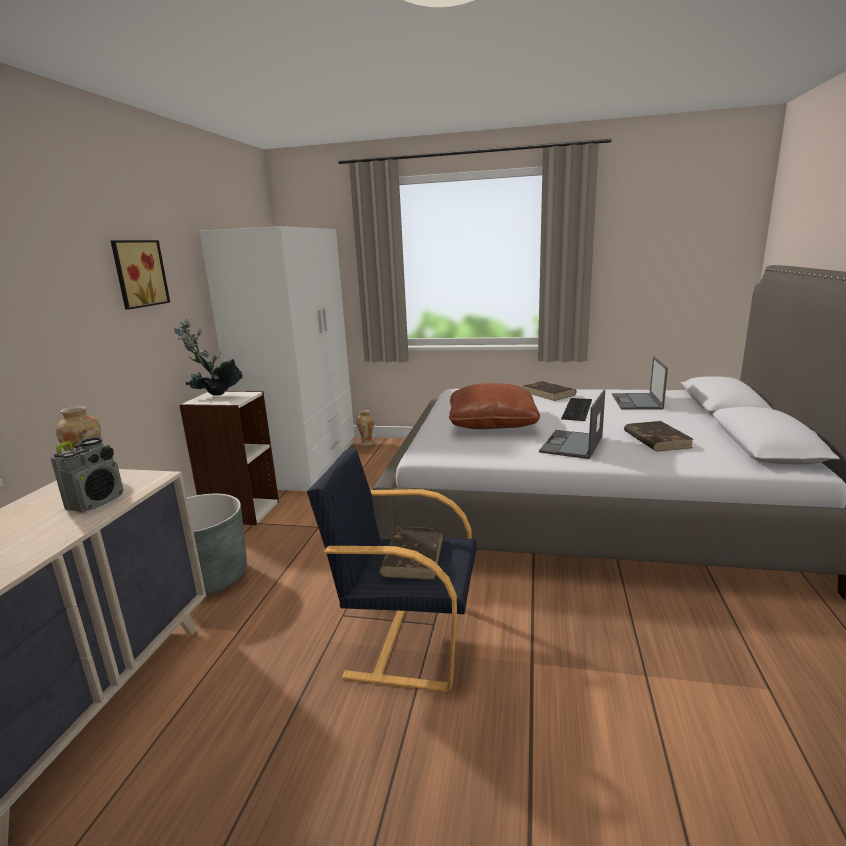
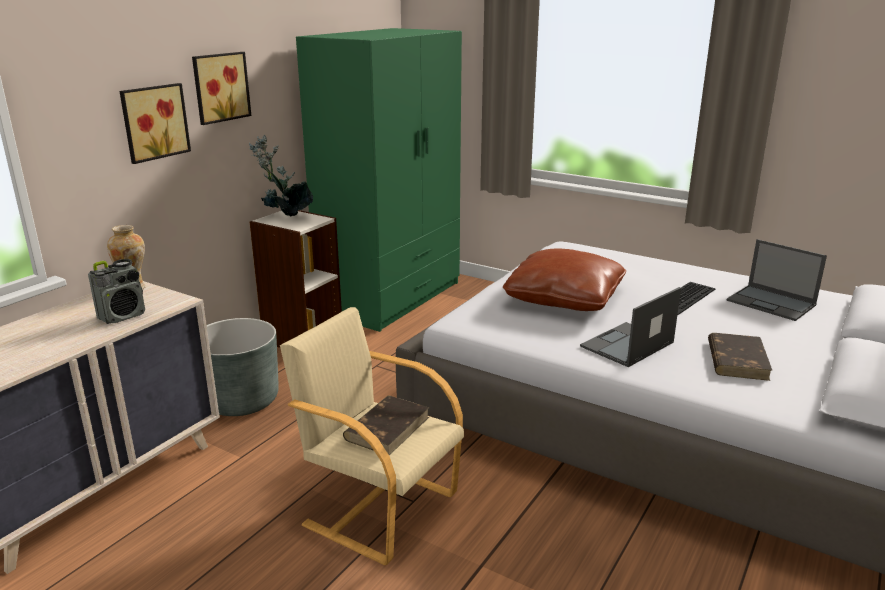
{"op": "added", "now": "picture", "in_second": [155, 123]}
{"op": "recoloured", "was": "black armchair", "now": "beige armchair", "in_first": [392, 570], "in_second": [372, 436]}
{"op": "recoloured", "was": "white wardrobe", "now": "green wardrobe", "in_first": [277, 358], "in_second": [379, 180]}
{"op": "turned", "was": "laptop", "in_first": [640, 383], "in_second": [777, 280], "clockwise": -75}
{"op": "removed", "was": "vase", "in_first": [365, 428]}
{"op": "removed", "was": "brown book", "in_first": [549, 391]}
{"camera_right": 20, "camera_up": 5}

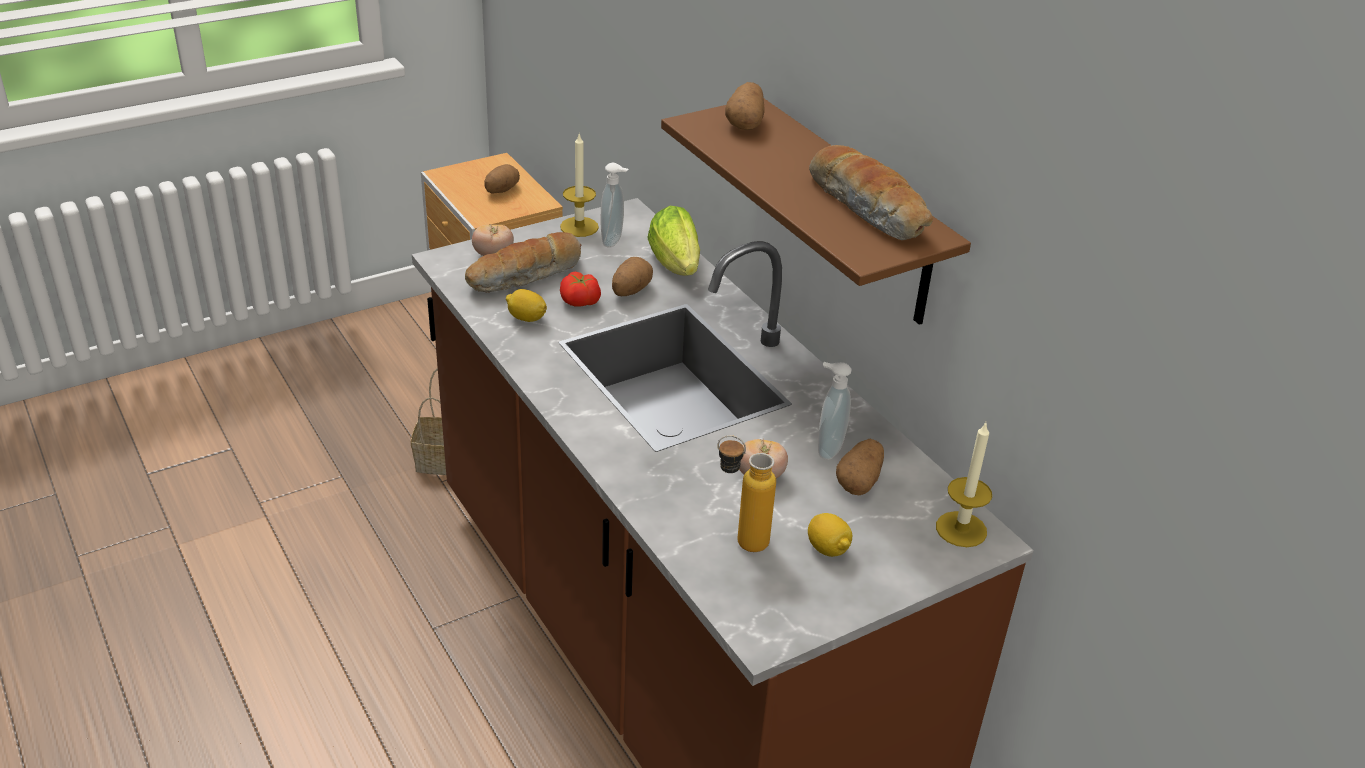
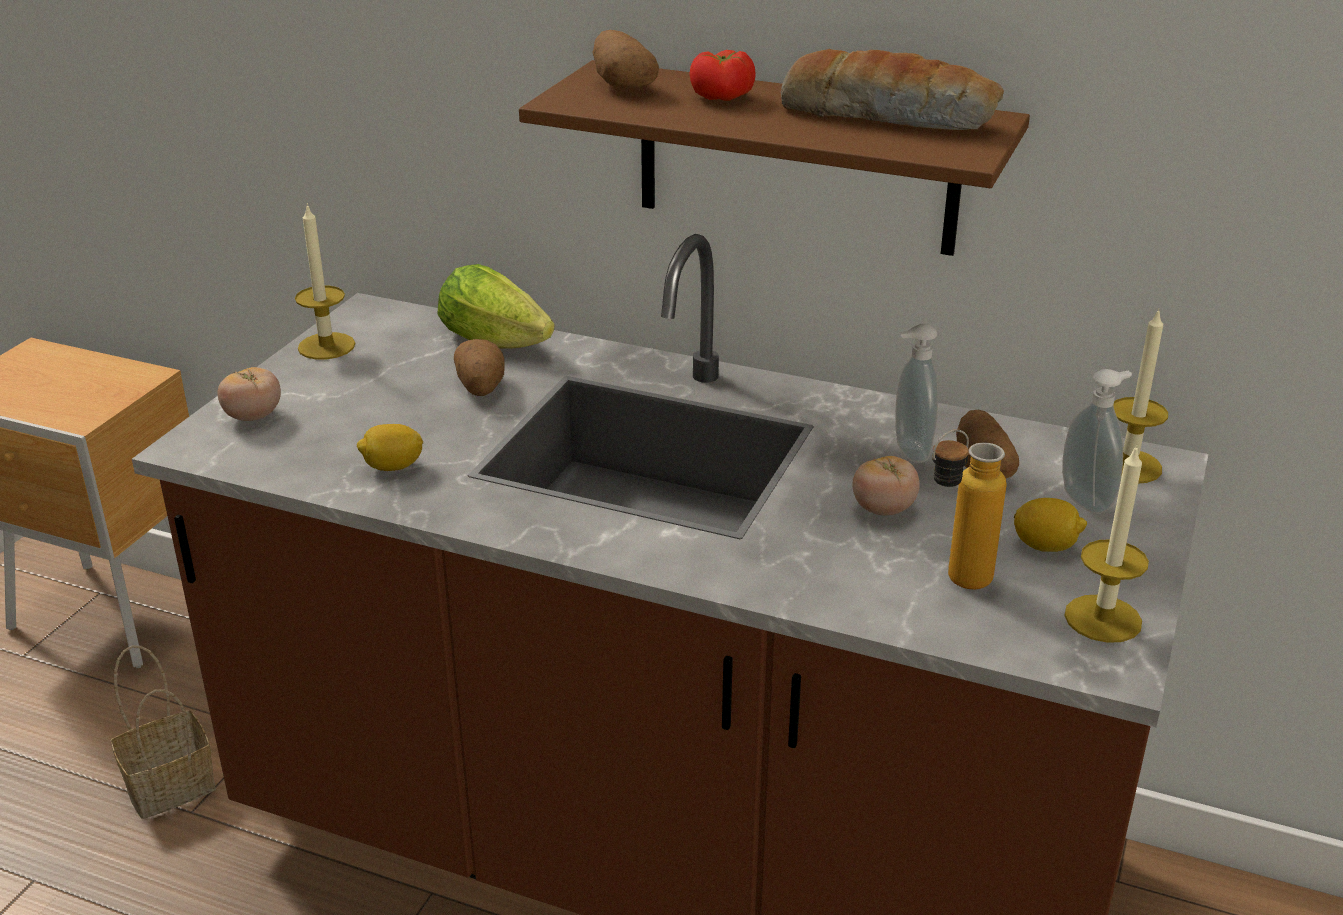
{"op": "moved", "was": "tomato", "in_first": [580, 289], "in_second": [722, 75]}
{"op": "moved", "was": "soap dispenser", "in_first": [614, 205], "in_second": [1097, 441]}
{"op": "added", "now": "candle", "in_second": [1106, 543]}
{"op": "removed", "was": "bread", "in_first": [523, 262]}
{"op": "removed", "was": "potato", "in_first": [502, 178]}
{"camera_right": -35, "camera_up": -5}

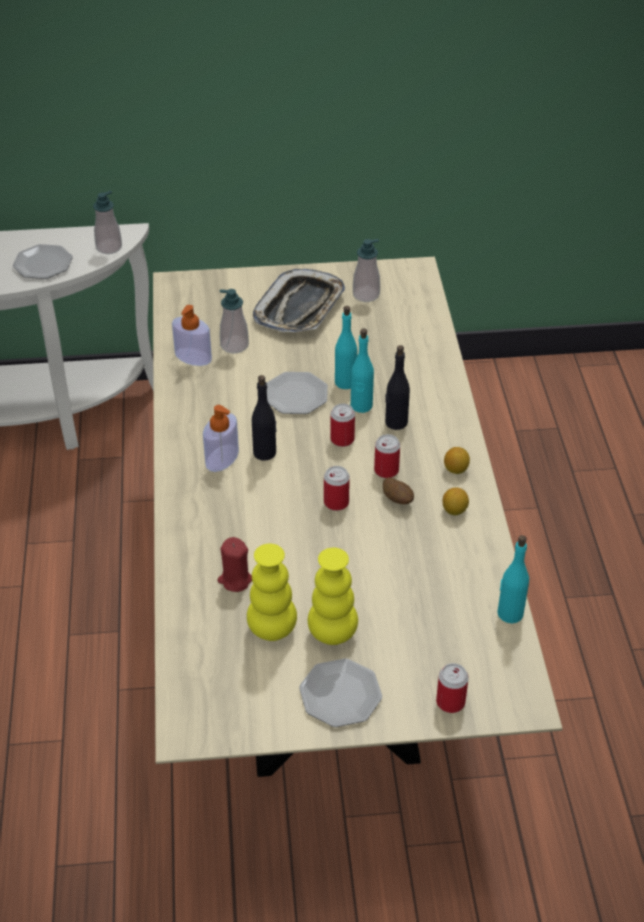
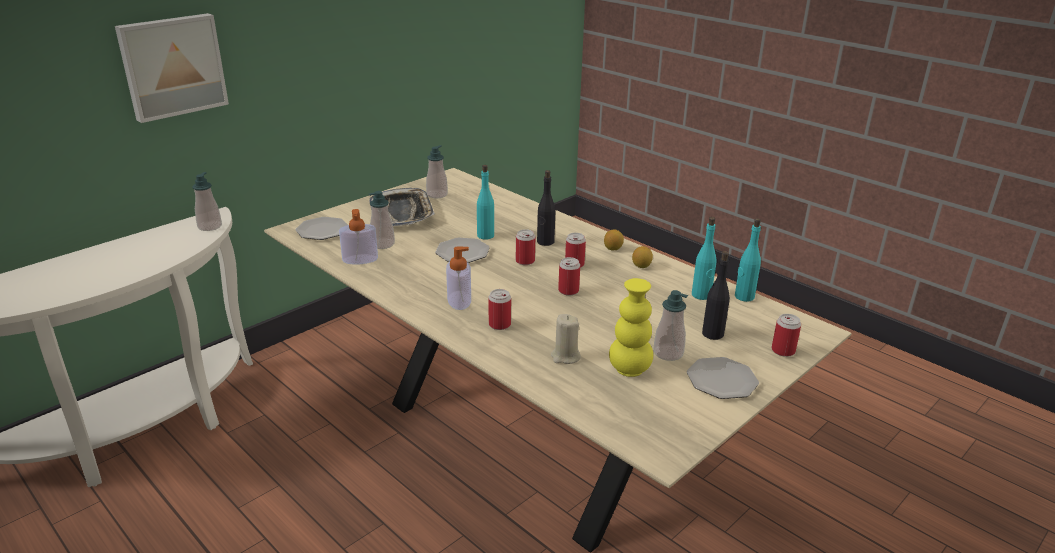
{"op": "added", "now": "picture", "in_second": [172, 68]}
{"op": "moved", "was": "plate", "in_first": [43, 261], "in_second": [321, 228]}
{"op": "added", "now": "can", "in_second": [499, 309]}
{"op": "recoloured", "was": "red candle", "now": "beige candle", "in_first": [235, 564], "in_second": [566, 339]}
{"op": "replaced", "was": "yellow vase", "now": "soap dispenser", "in_first": [333, 596], "in_second": [670, 325]}
{"op": "moved", "was": "turquoise bottle", "in_first": [362, 370], "in_second": [704, 258]}
{"op": "moved", "was": "black bottle", "in_first": [264, 418], "in_second": [716, 295]}
{"op": "removed", "was": "potato", "in_first": [398, 490]}
{"camera_right": -40, "camera_up": -15}

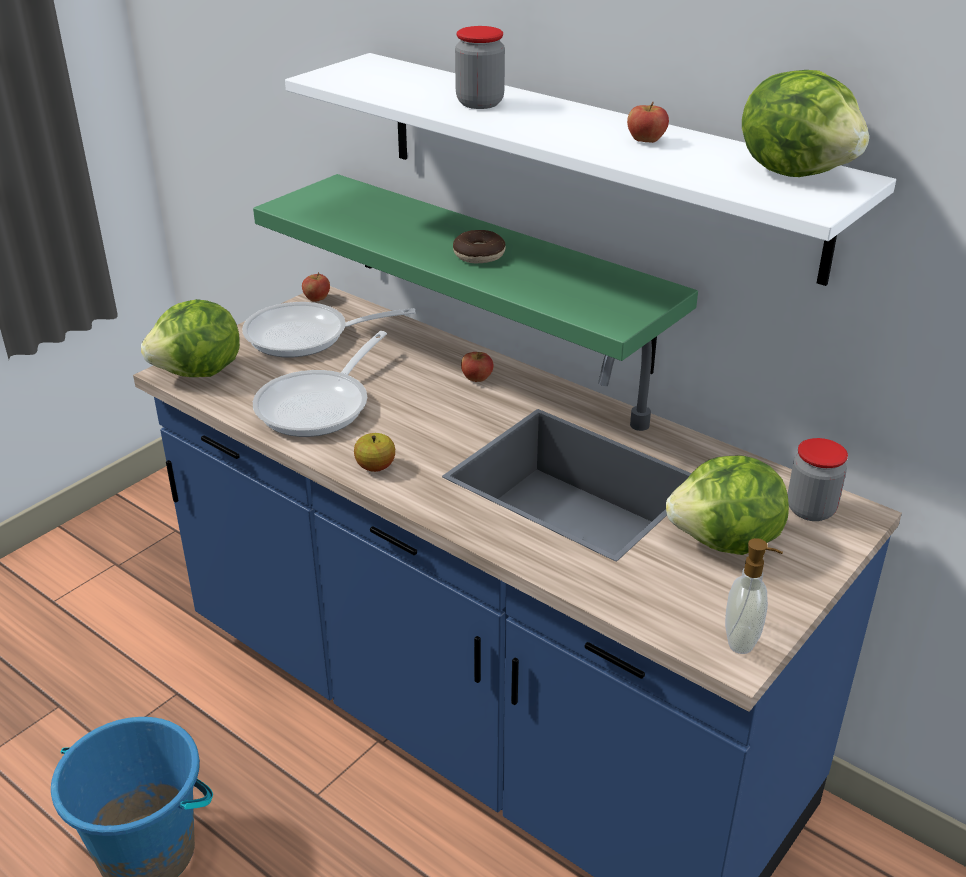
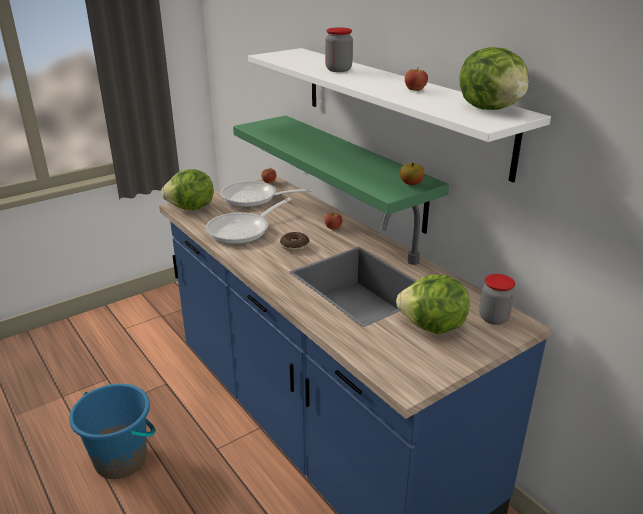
{"op": "moved", "was": "donut", "in_first": [479, 246], "in_second": [294, 241]}
{"op": "moved", "was": "apple", "in_first": [374, 452], "in_second": [412, 174]}
{"op": "removed", "was": "soap dispenser", "in_first": [754, 596]}
{"camera_right": 15, "camera_up": -5}

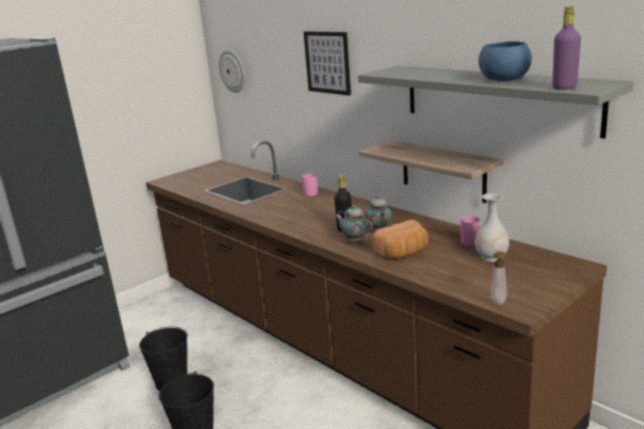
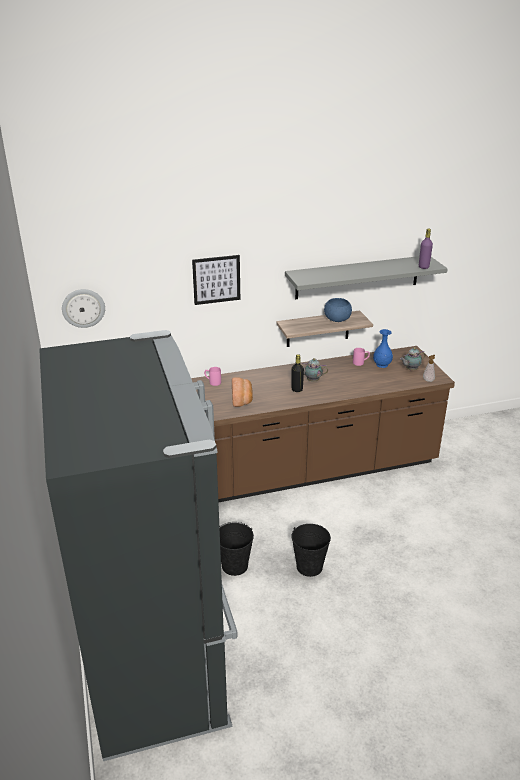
{"op": "moved", "was": "bread", "in_first": [400, 239], "in_second": [242, 392]}
{"op": "moved", "was": "blue bowl", "in_first": [505, 61], "in_second": [338, 310]}
{"op": "recoloured", "was": "white vase", "now": "blue vase", "in_first": [492, 227], "in_second": [383, 348]}
{"op": "moved", "was": "teapot", "in_first": [354, 224], "in_second": [413, 358]}
{"camera_right": -65, "camera_up": 10}

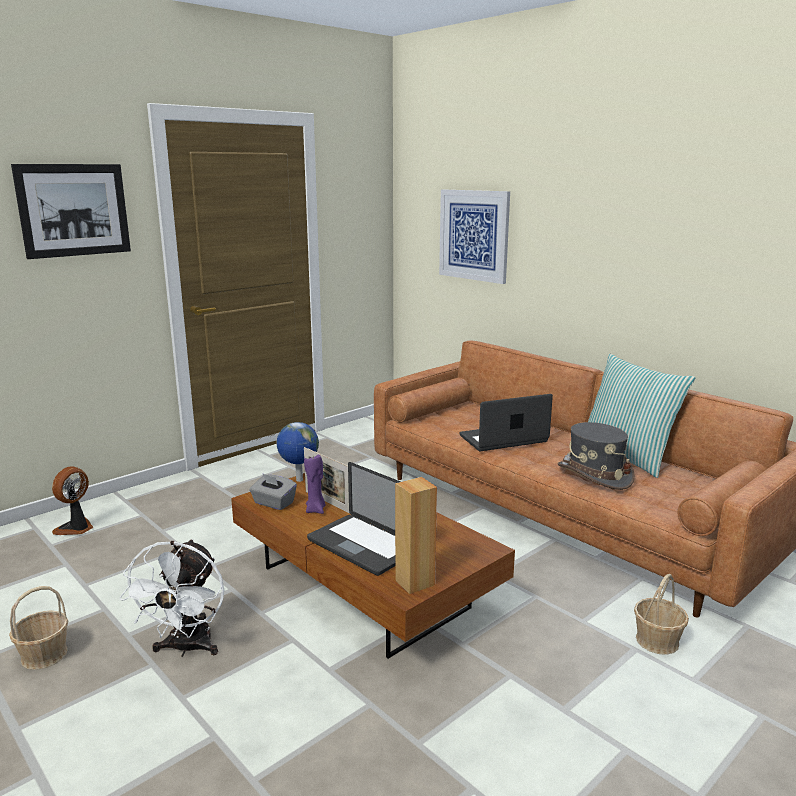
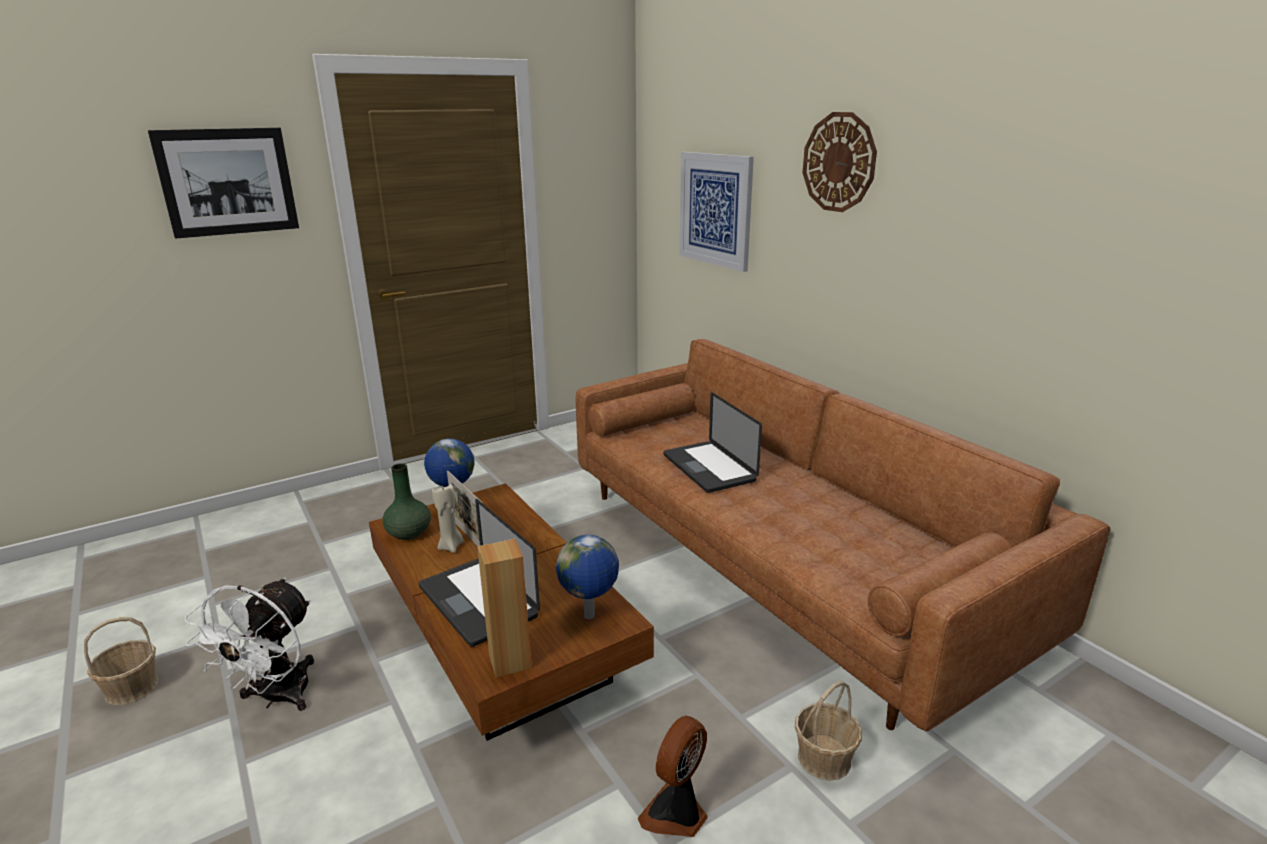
{"op": "replaced", "was": "grey tissue box", "now": "green vase", "in_first": [273, 491], "in_second": [406, 501]}
{"op": "recoloured", "was": "purple candle", "now": "beige candle", "in_first": [315, 484], "in_second": [447, 518]}
{"op": "added", "now": "globe", "in_second": [587, 577]}
{"op": "moved", "was": "fan", "in_first": [72, 500], "in_second": [673, 776]}
{"op": "turned", "was": "laptop", "in_first": [506, 422], "in_second": [712, 442], "clockwise": -105}
{"op": "added", "now": "wall clock", "in_second": [840, 162]}
{"op": "removed", "was": "grey hat", "in_first": [596, 456]}
{"op": "removed", "was": "pillow", "in_first": [641, 416]}
{"camera_right": 10, "camera_up": 5}

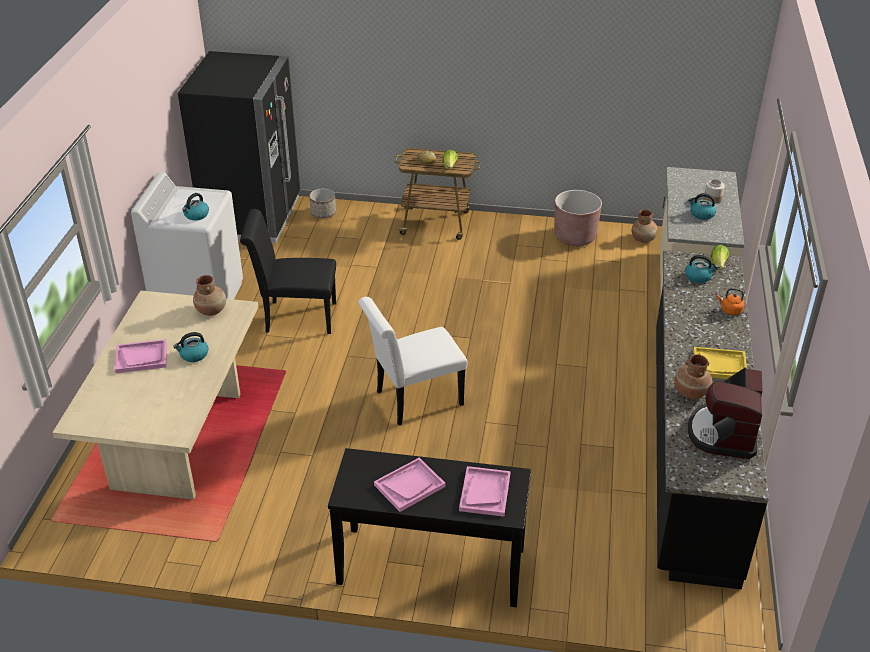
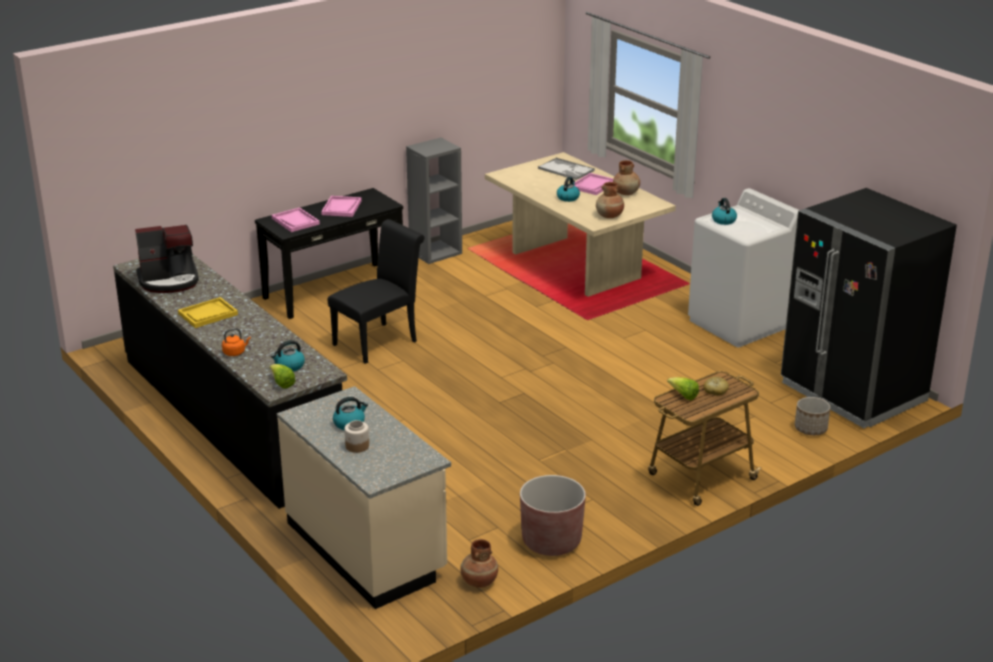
{"op": "turned", "was": "coffee machine", "in_first": [725, 413], "in_second": [167, 259], "clockwise": 105}
{"op": "moved", "was": "black chair", "in_first": [288, 271], "in_second": [376, 291]}
{"op": "added", "now": "grey bookcase", "in_second": [434, 201]}
{"op": "added", "now": "tray", "in_second": [566, 169]}
{"op": "moved", "was": "brown vase", "in_first": [693, 376], "in_second": [626, 177]}
{"op": "removed", "was": "white chair", "in_first": [413, 361]}
{"camera_right": 135, "camera_up": -10}

